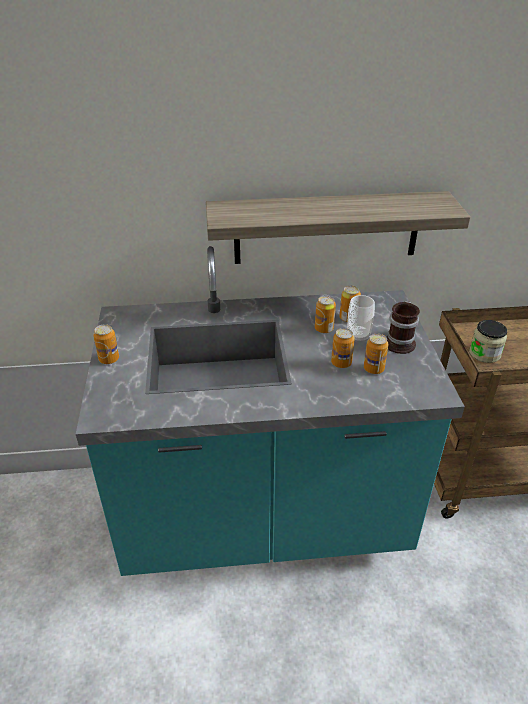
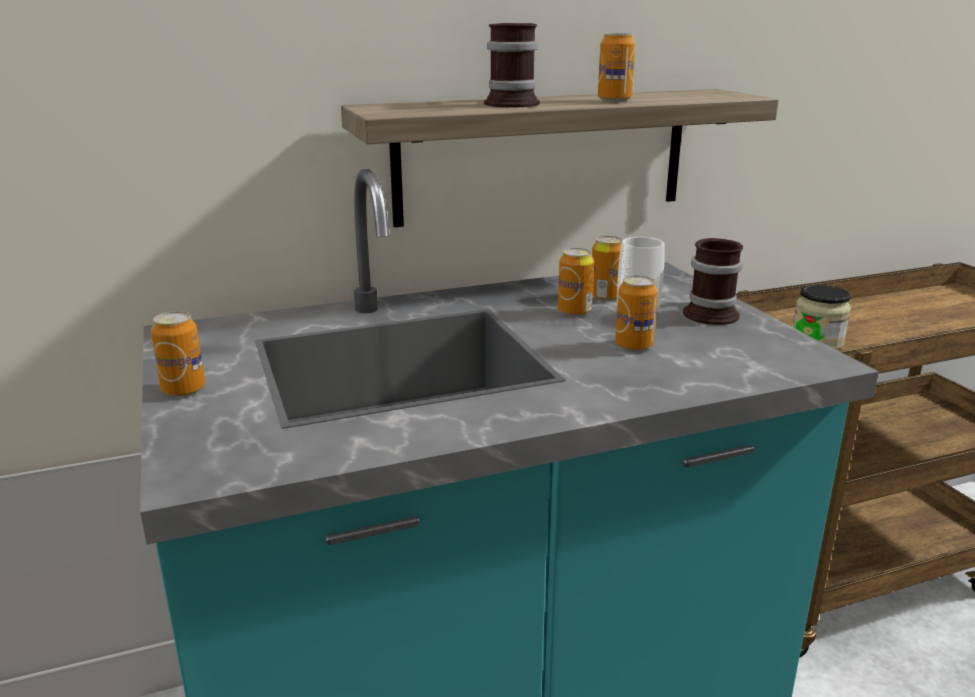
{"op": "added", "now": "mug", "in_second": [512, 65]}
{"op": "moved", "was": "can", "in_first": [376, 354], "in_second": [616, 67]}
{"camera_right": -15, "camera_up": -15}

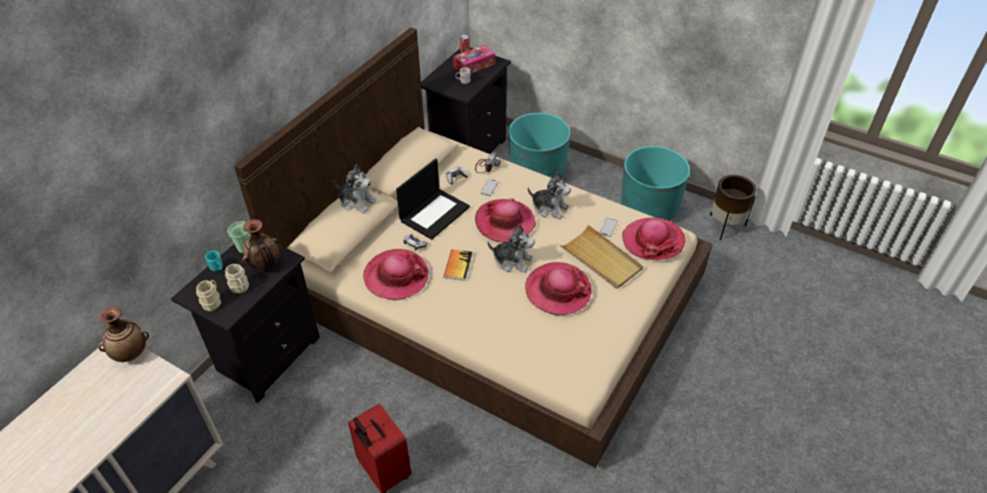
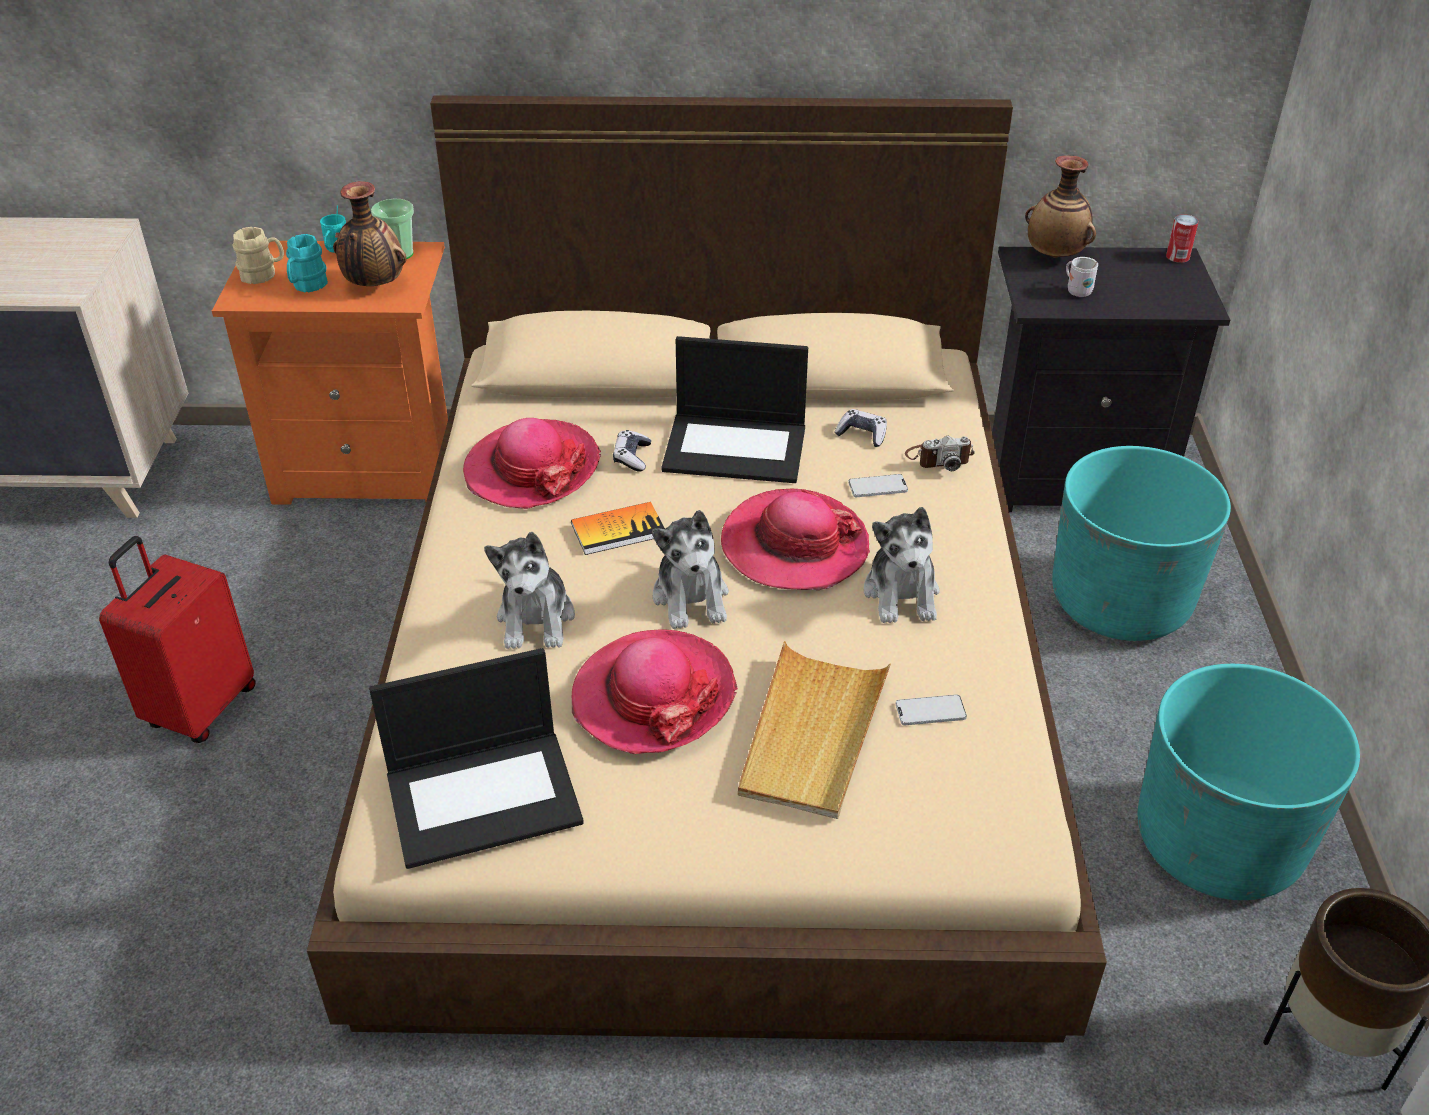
{"op": "recoloured", "was": "black nightstand", "now": "orange nightstand", "in_first": [245, 323], "in_second": [330, 373]}
{"op": "recoloured", "was": "beige mug", "now": "turquoise mug", "in_first": [237, 278], "in_second": [307, 263]}
{"op": "added", "now": "laptop", "in_second": [476, 758]}
{"op": "moved", "was": "plush toy", "in_first": [355, 189], "in_second": [529, 590]}
{"op": "moved", "was": "vase", "in_first": [124, 334], "in_second": [1060, 206]}
{"op": "removed", "was": "tissue box", "in_first": [474, 59]}
{"op": "removed", "was": "hat", "in_first": [654, 239]}
{"camera_right": 60, "camera_up": -5}

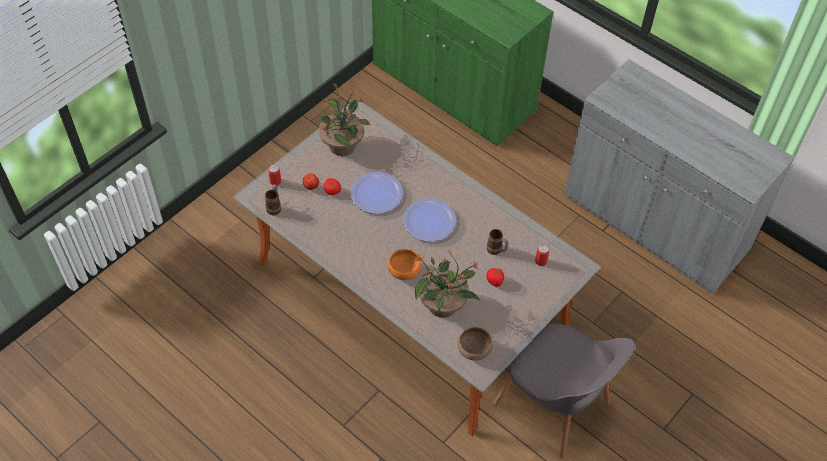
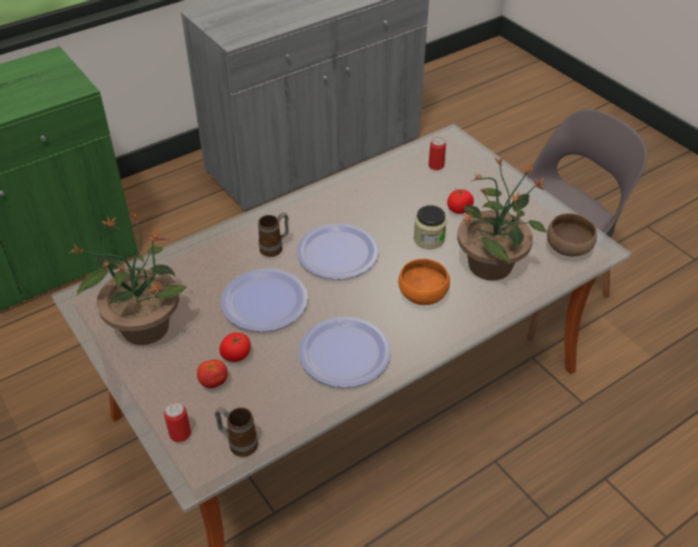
{"op": "moved", "was": "mug", "in_first": [497, 242], "in_second": [273, 234]}
{"op": "added", "now": "plate", "in_second": [345, 352]}
{"op": "added", "now": "jar", "in_second": [430, 227]}
{"camera_right": -75, "camera_up": -10}

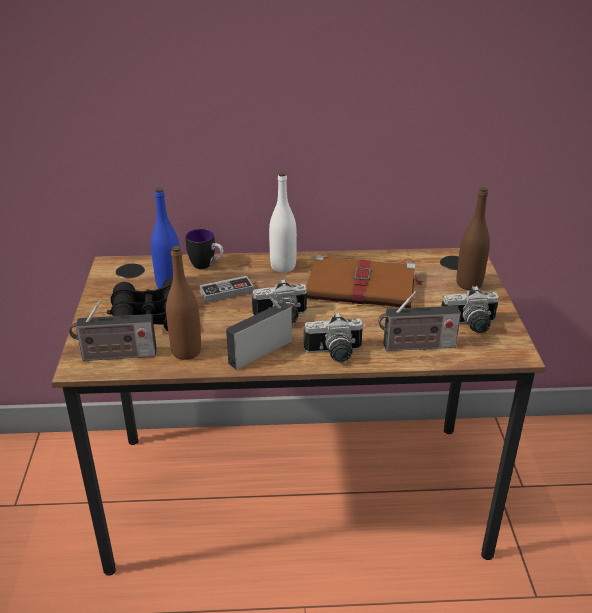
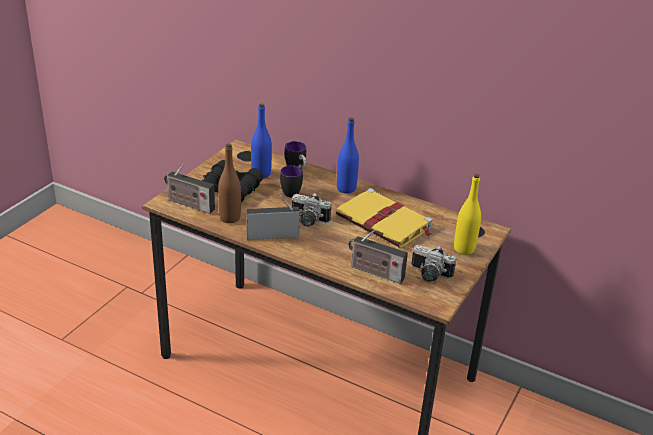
{"op": "replaced", "was": "game controller", "now": "mug", "in_first": [226, 289], "in_second": [291, 181]}
{"op": "recoloured", "was": "brown book", "now": "yellow book", "in_first": [365, 281], "in_second": [384, 218]}
{"op": "recoloured", "was": "white bottle", "now": "blue bottle", "in_first": [283, 222], "in_second": [348, 155]}
{"op": "recoloured", "was": "brown bottle", "now": "yellow bottle", "in_first": [473, 238], "in_second": [467, 214]}
{"op": "removed", "was": "photo camera", "in_first": [333, 337]}
{"camera_right": 30, "camera_up": 0}

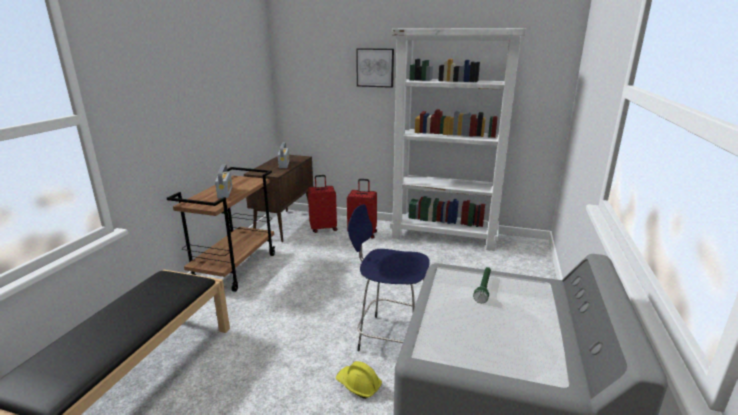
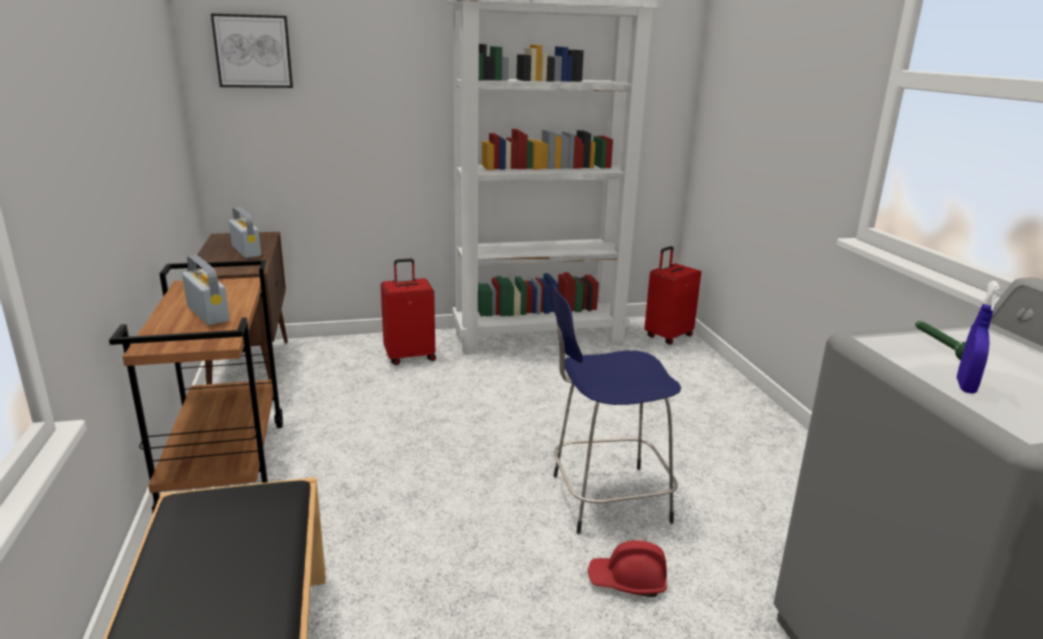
{"op": "moved", "was": "picture", "in_first": [375, 68], "in_second": [252, 50]}
{"op": "recoloured", "was": "yellow hard hat", "now": "red hard hat", "in_first": [359, 380], "in_second": [627, 568]}
{"op": "moved", "was": "red suitcase", "in_first": [322, 204], "in_second": [672, 295]}
{"op": "added", "now": "blue spray bottle", "in_second": [979, 337]}
{"camera_right": -30, "camera_up": 0}

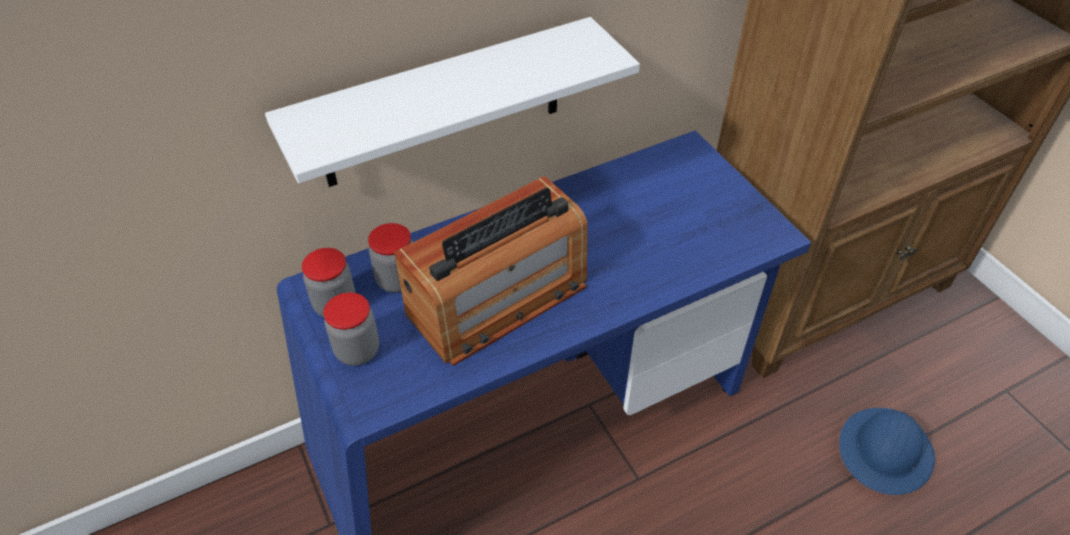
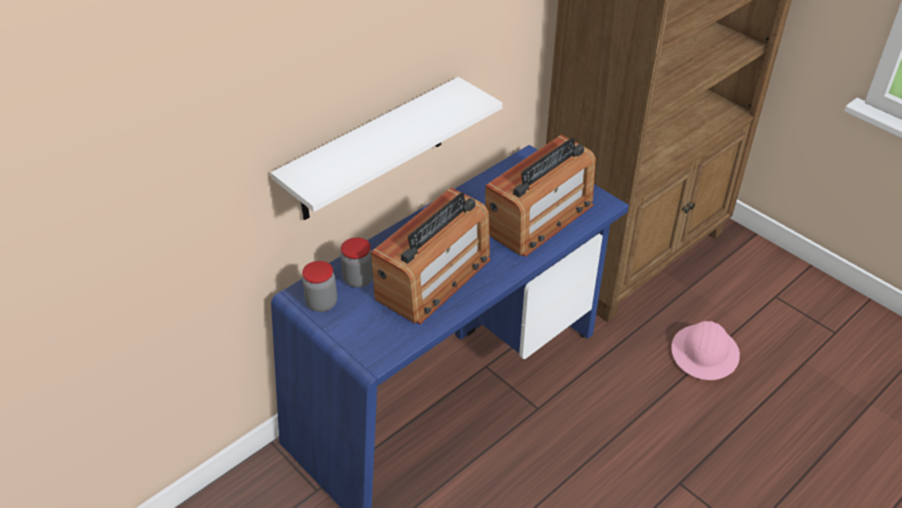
{"op": "added", "now": "radio", "in_second": [540, 196]}
{"op": "recoloured", "was": "blue hard hat", "now": "pink hard hat", "in_first": [887, 451], "in_second": [705, 350]}
{"op": "removed", "was": "jar", "in_first": [351, 329]}
{"camera_right": -15, "camera_up": -5}

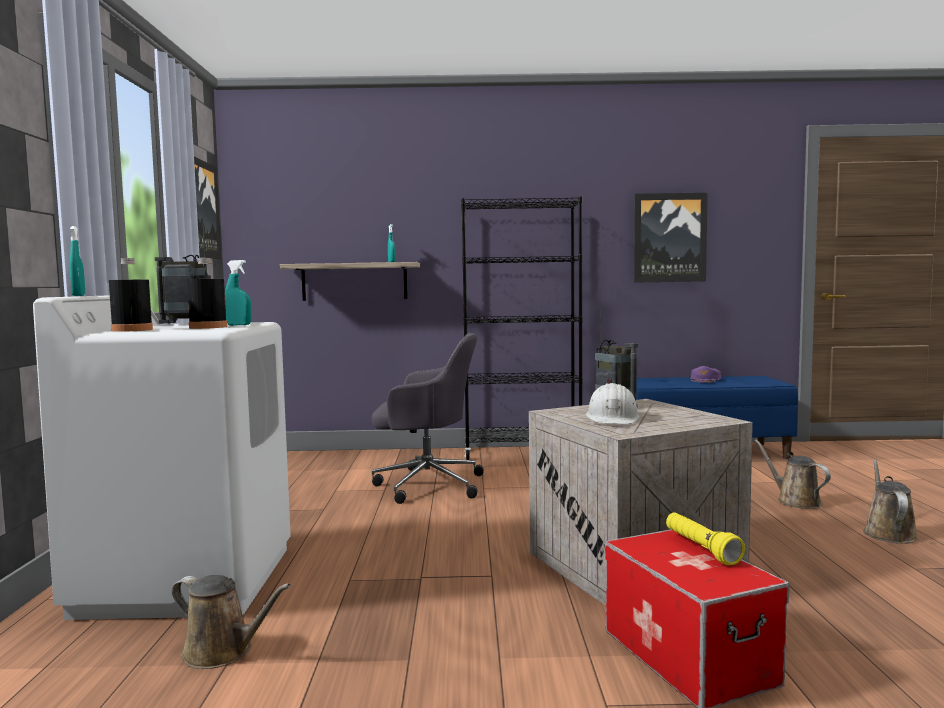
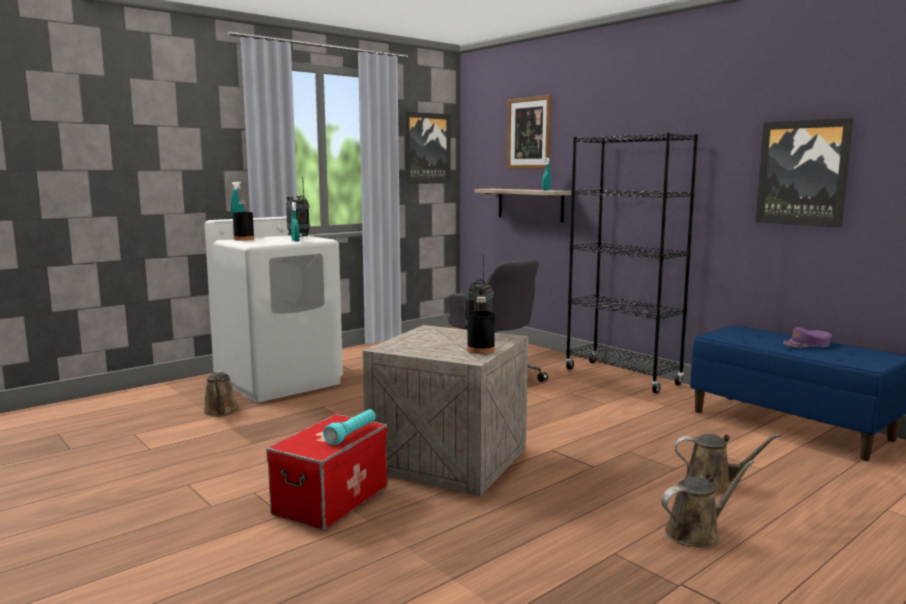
{"op": "recoloured", "was": "yellow flashlight", "now": "turquoise flashlight", "in_first": [705, 538], "in_second": [349, 427]}
{"op": "moved", "was": "black bottle", "in_first": [207, 293], "in_second": [481, 325]}
{"op": "added", "now": "picture", "in_second": [529, 132]}
{"op": "turned", "was": "brown watering can", "in_first": [792, 474], "in_second": [728, 464], "clockwise": 75}
{"op": "removed", "was": "white hard hat", "in_first": [613, 403]}
{"camera_right": 50, "camera_up": 5}

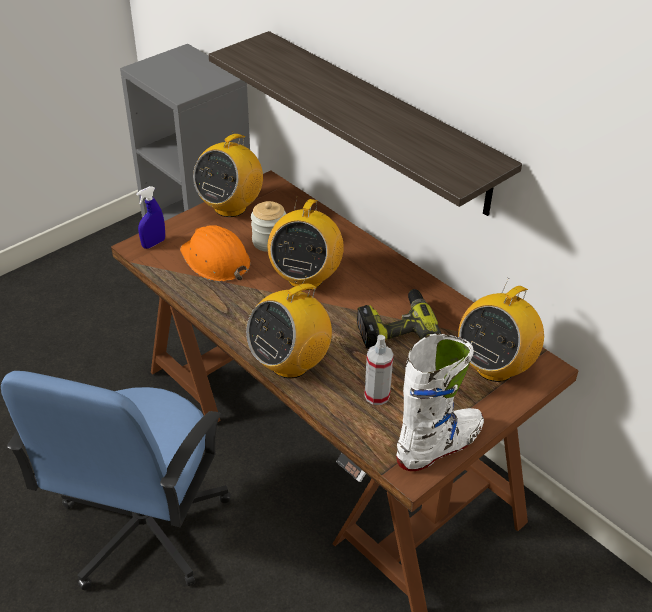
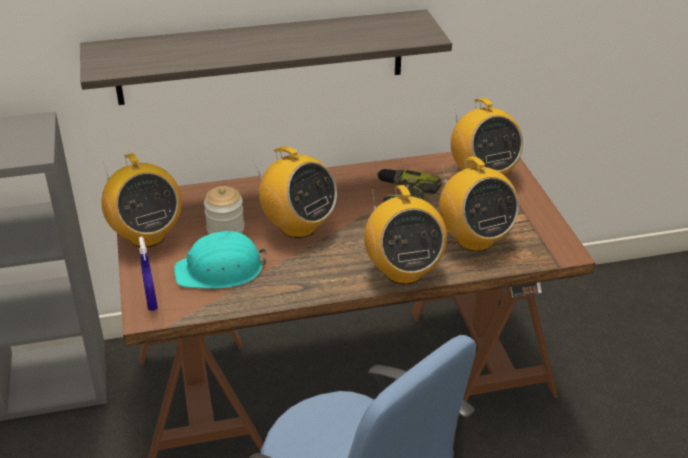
{"op": "recoloured", "was": "orange hard hat", "now": "turquoise hard hat", "in_first": [215, 253], "in_second": [220, 260]}
{"op": "replaced", "was": "spray bottle", "now": "radio", "in_first": [379, 370], "in_second": [479, 204]}
{"op": "removed", "was": "white boot", "in_first": [440, 402]}
{"camera_right": -60, "camera_up": -5}

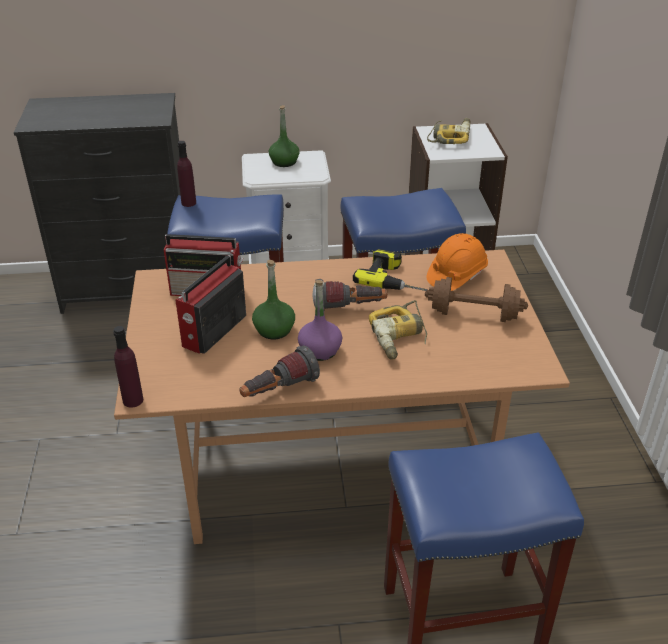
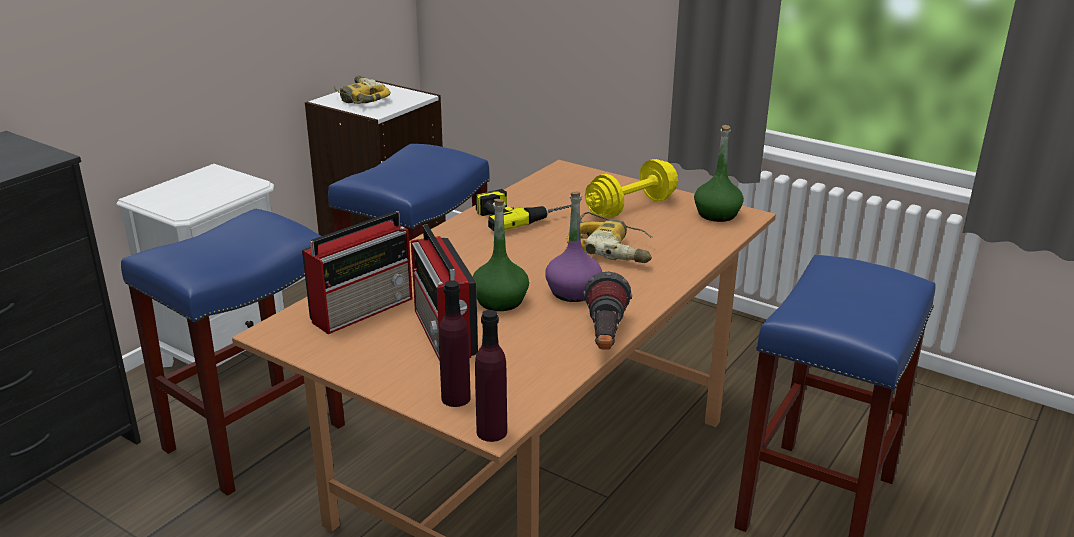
{"op": "moved", "was": "purple bottle", "in_first": [186, 174], "in_second": [455, 343]}
{"op": "recoloured", "was": "brown dumbbell", "now": "yellow dumbbell", "in_first": [476, 299], "in_second": [631, 188]}
{"op": "moved", "was": "green bottle", "in_first": [284, 136], "in_second": [719, 173]}
{"op": "removed", "was": "flashlight", "in_first": [349, 294]}
{"op": "removed", "was": "orange hard hat", "in_first": [457, 262]}
{"camera_right": -50, "camera_up": -10}

